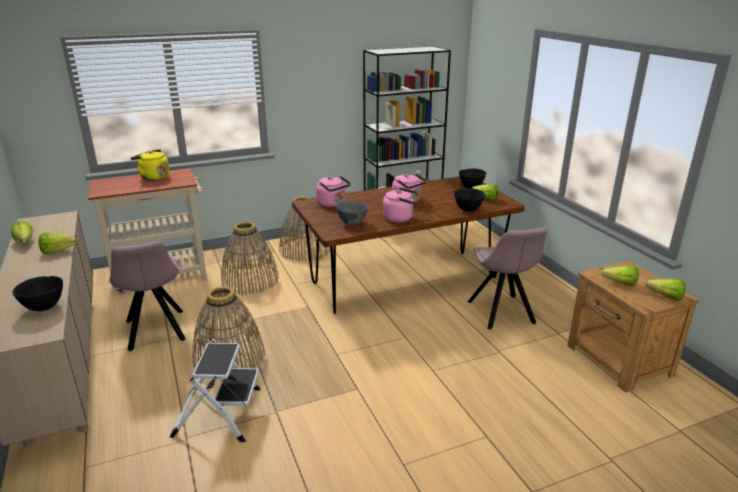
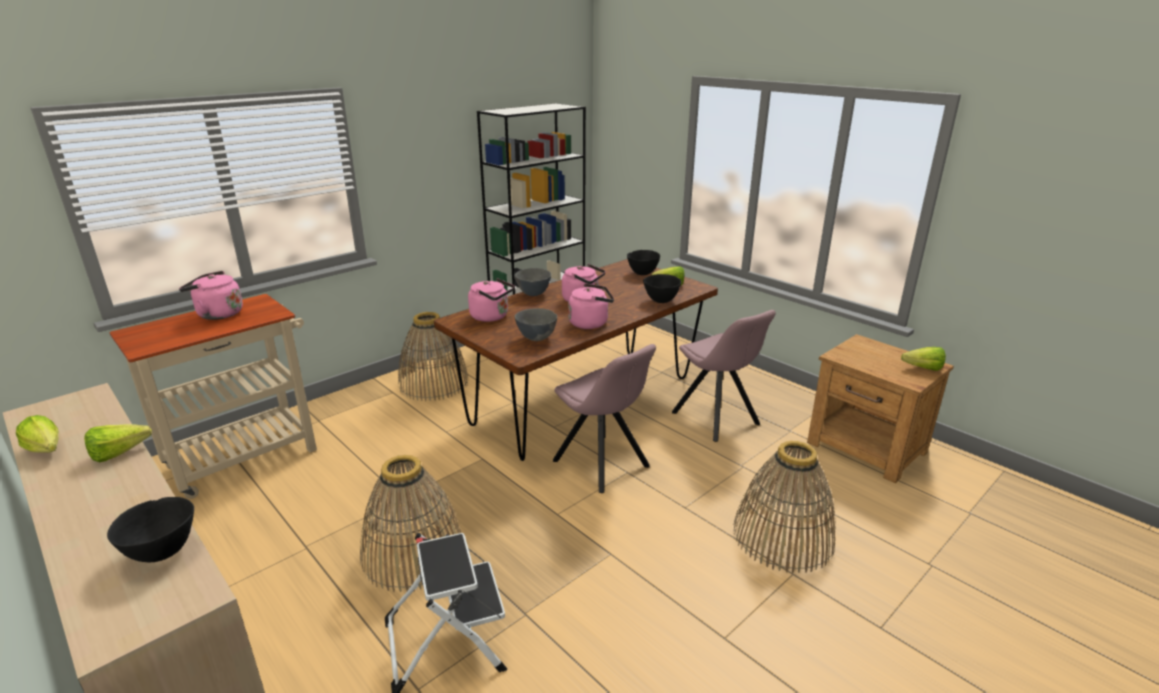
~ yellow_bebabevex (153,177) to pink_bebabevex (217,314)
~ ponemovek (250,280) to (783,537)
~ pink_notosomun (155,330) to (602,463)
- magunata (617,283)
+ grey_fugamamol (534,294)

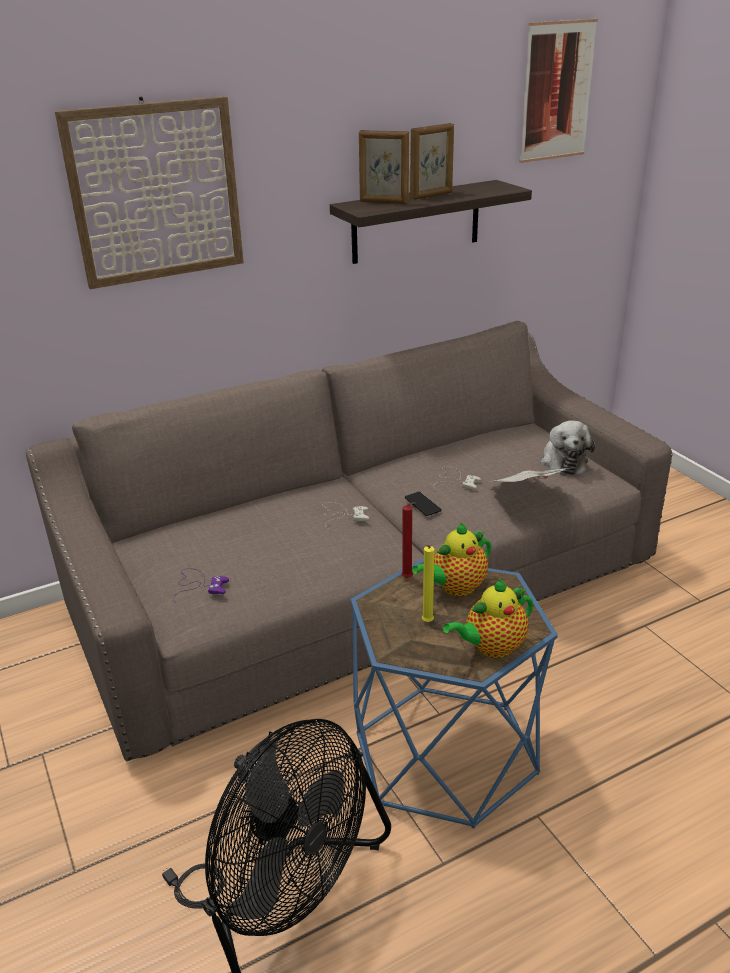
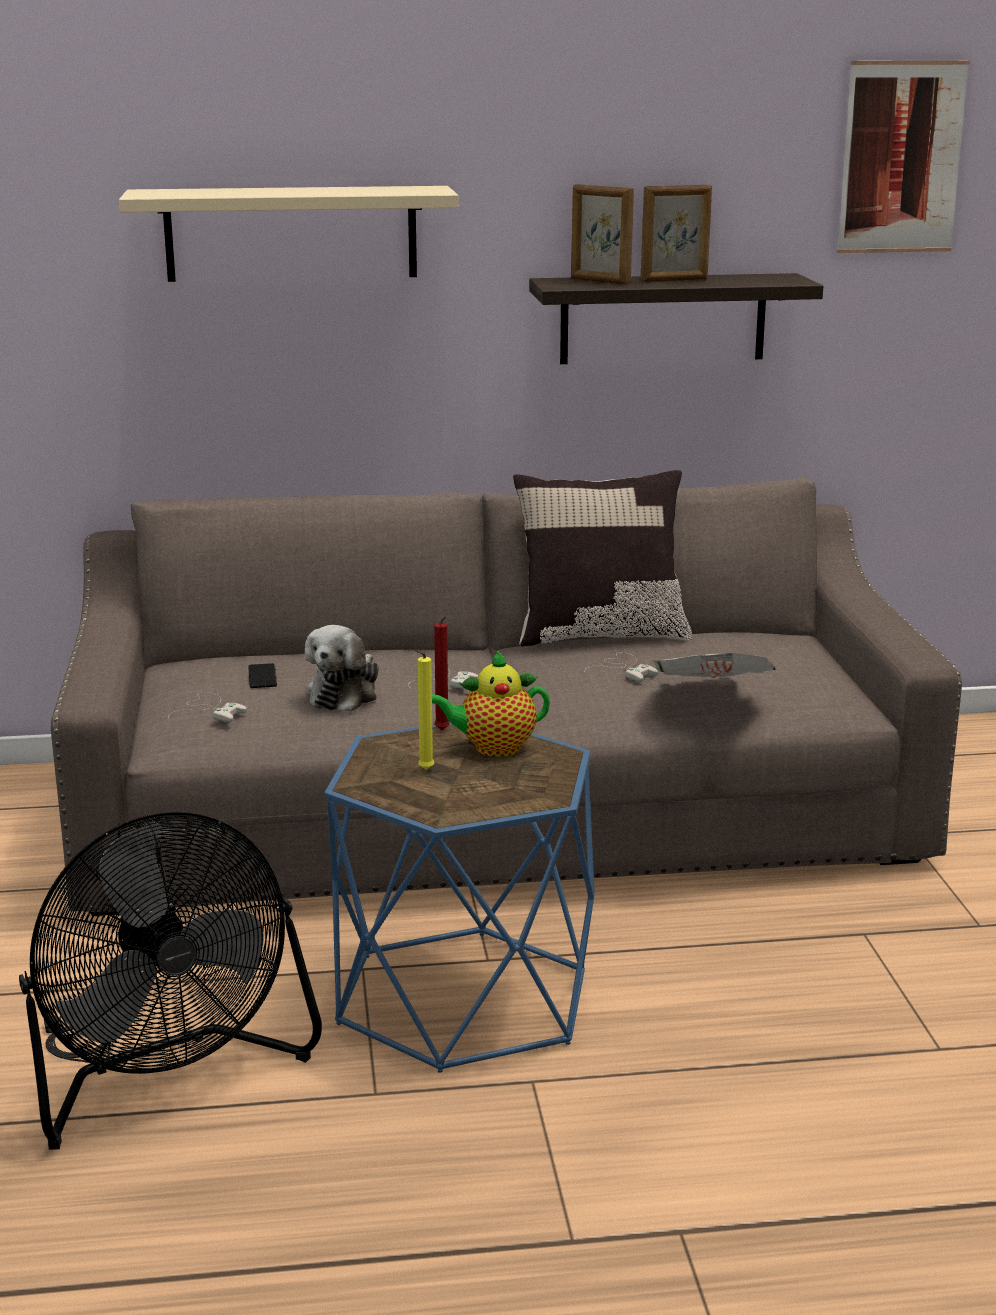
~ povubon (155,189) to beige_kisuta (291,233)
~ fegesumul (563,461) to (345,694)
~ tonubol (422,504) to (262,677)
~ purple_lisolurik (199,585) to white_lisolurik (209,710)
- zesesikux (491,647)
+ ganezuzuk (601,636)

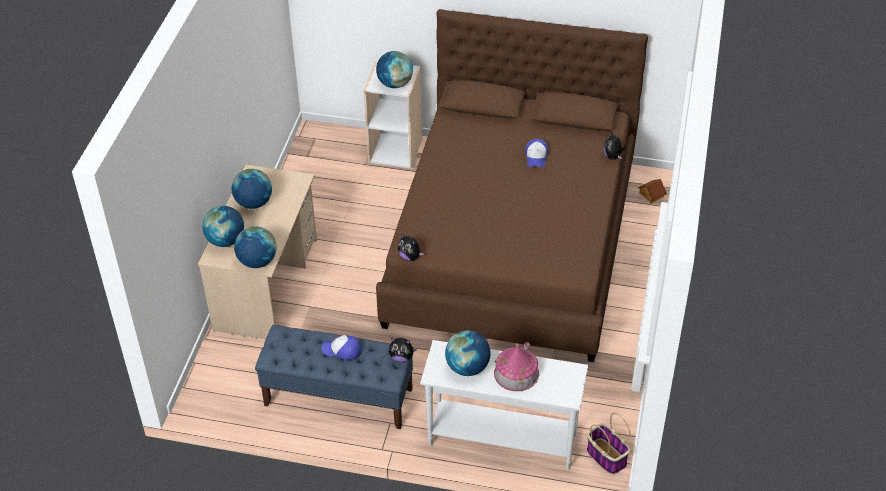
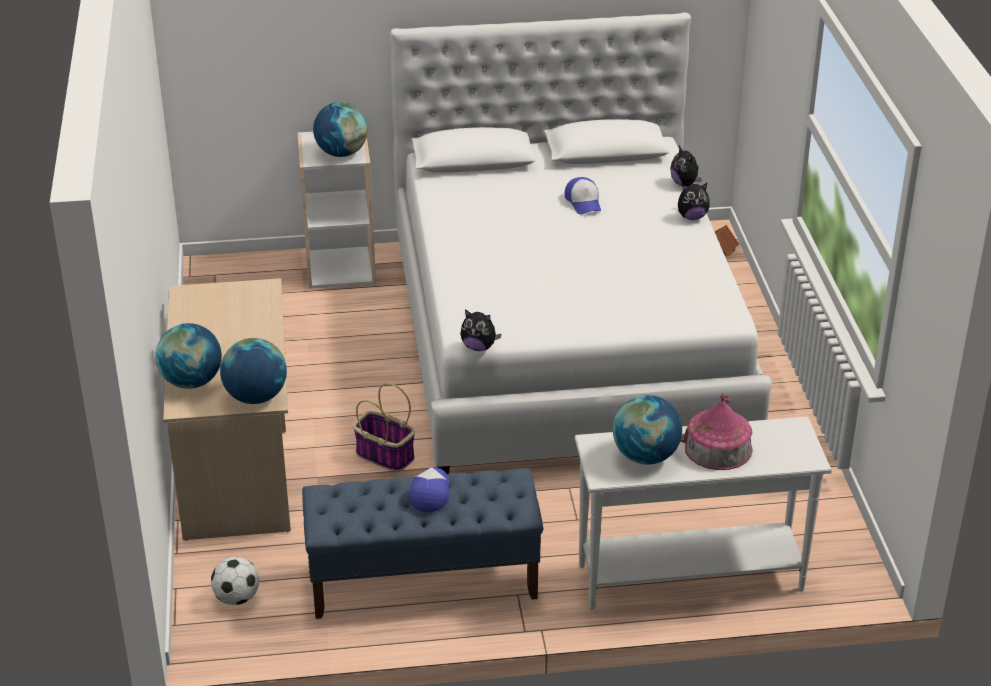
~ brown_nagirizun (512,243) to white_nagirizun (566,342)
- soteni (253,203)
~ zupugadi (342,350) = (430,493) 105 degrees clockwise
~ fegesumul (402,357) to (692,217)
~ ponemovek (605,456) to (383,455)
+ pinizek (236,598)

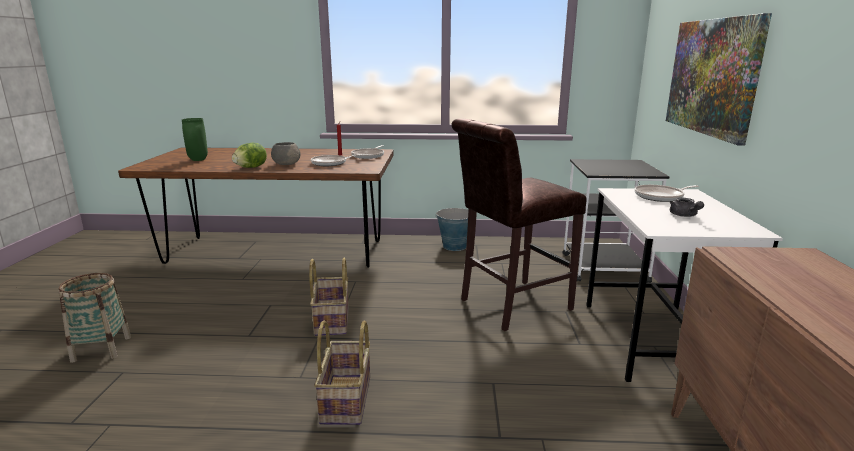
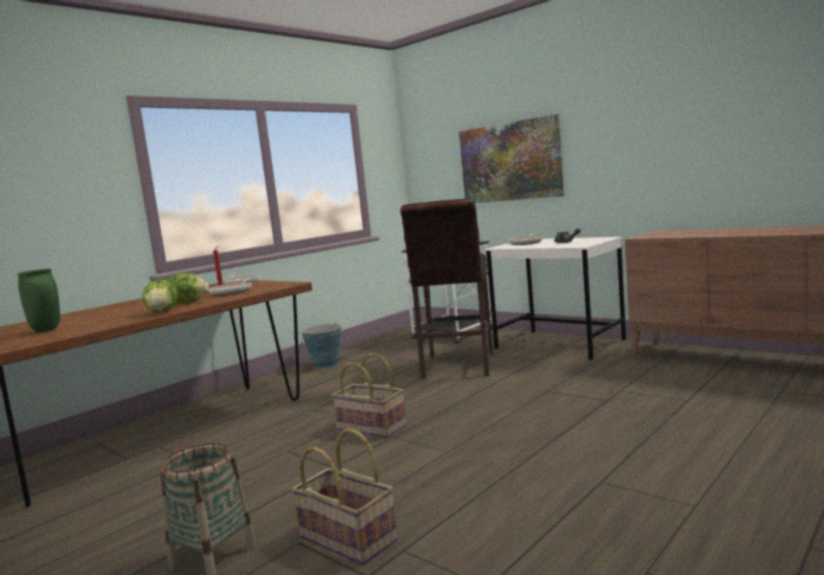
~ grey_fugamamol (286,164) to magunata (188,303)
~ ponemovek (347,400) to (349,538)

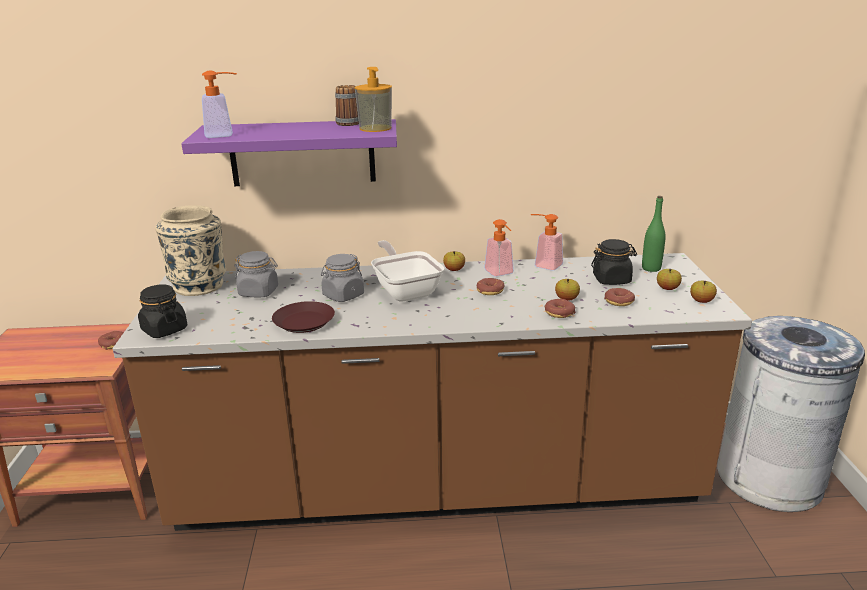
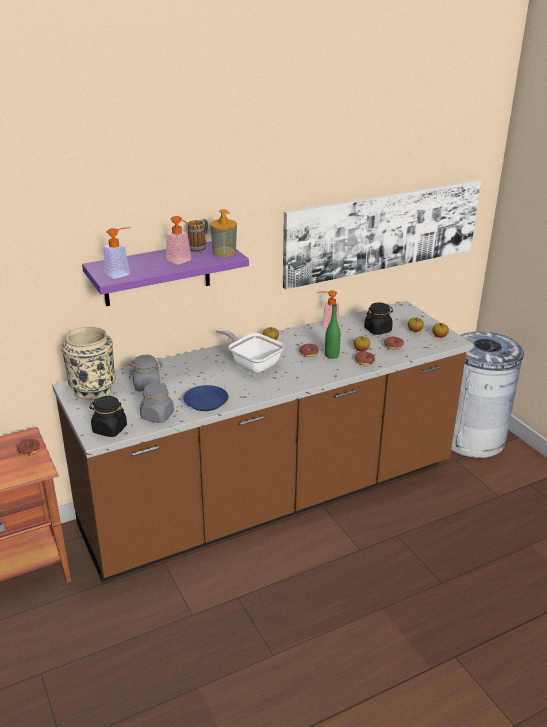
~ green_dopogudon (651,268) to (331,355)
~ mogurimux (501,273) to (181,261)
~ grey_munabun (343,295) to (157,416)
~ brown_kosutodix (304,322) to blue_kosutodix (206,402)
+ povubon (383,231)

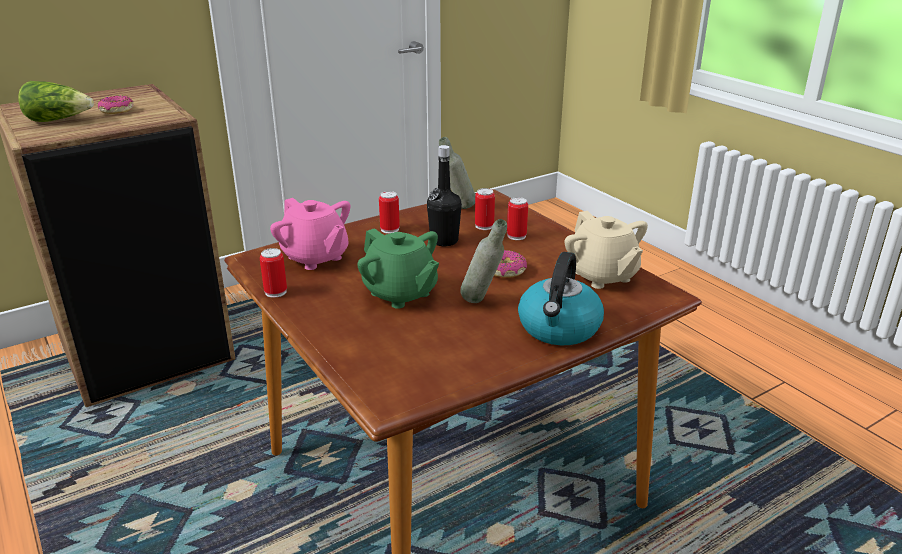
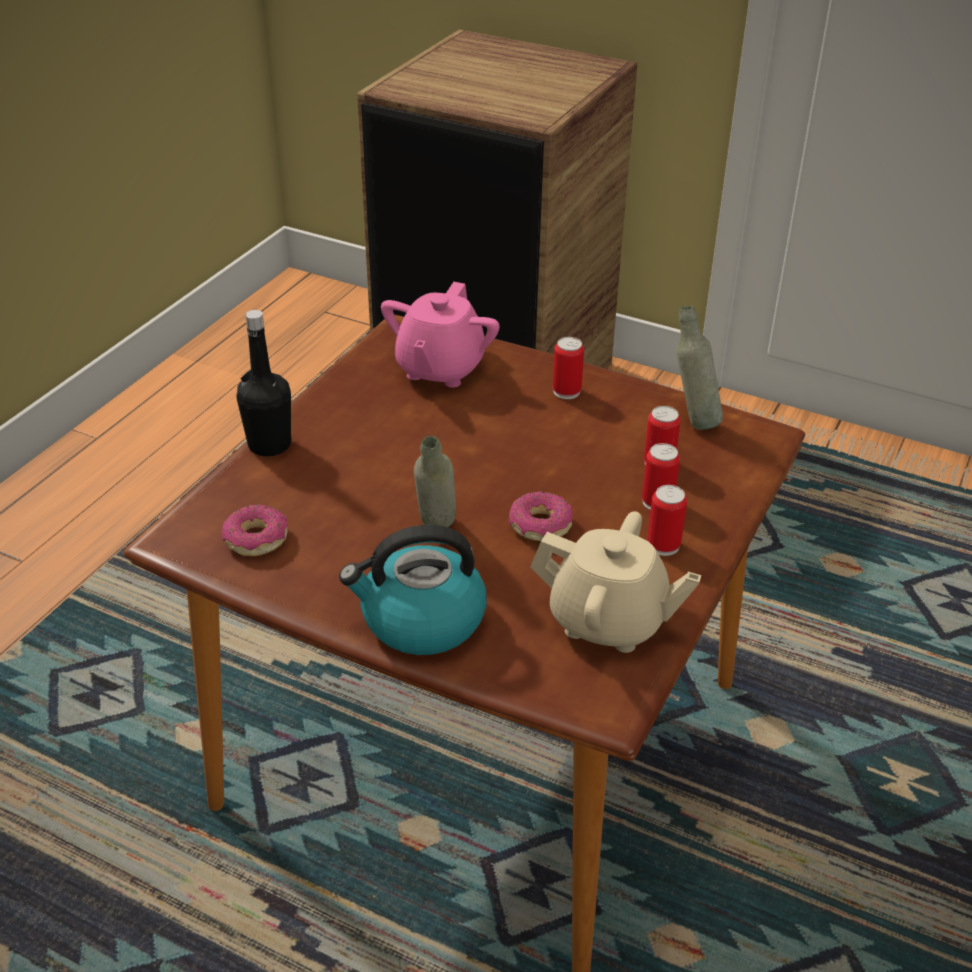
- magunata (59,120)
~ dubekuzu (116,111) to (256,539)
~ black_dopogudon (444,241) to (269,445)
~ beige_zesesikux (602,276) = (608,621) 105 degrees counterclockwise
- green_zesesikux (400,293)
~ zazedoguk (275,292) to (663,545)

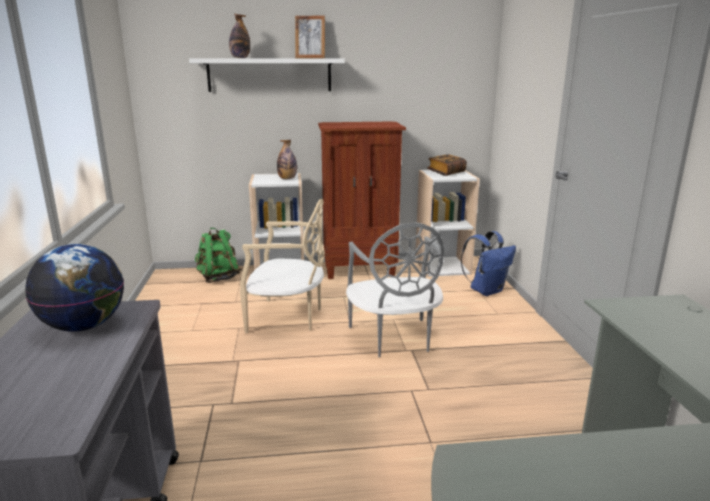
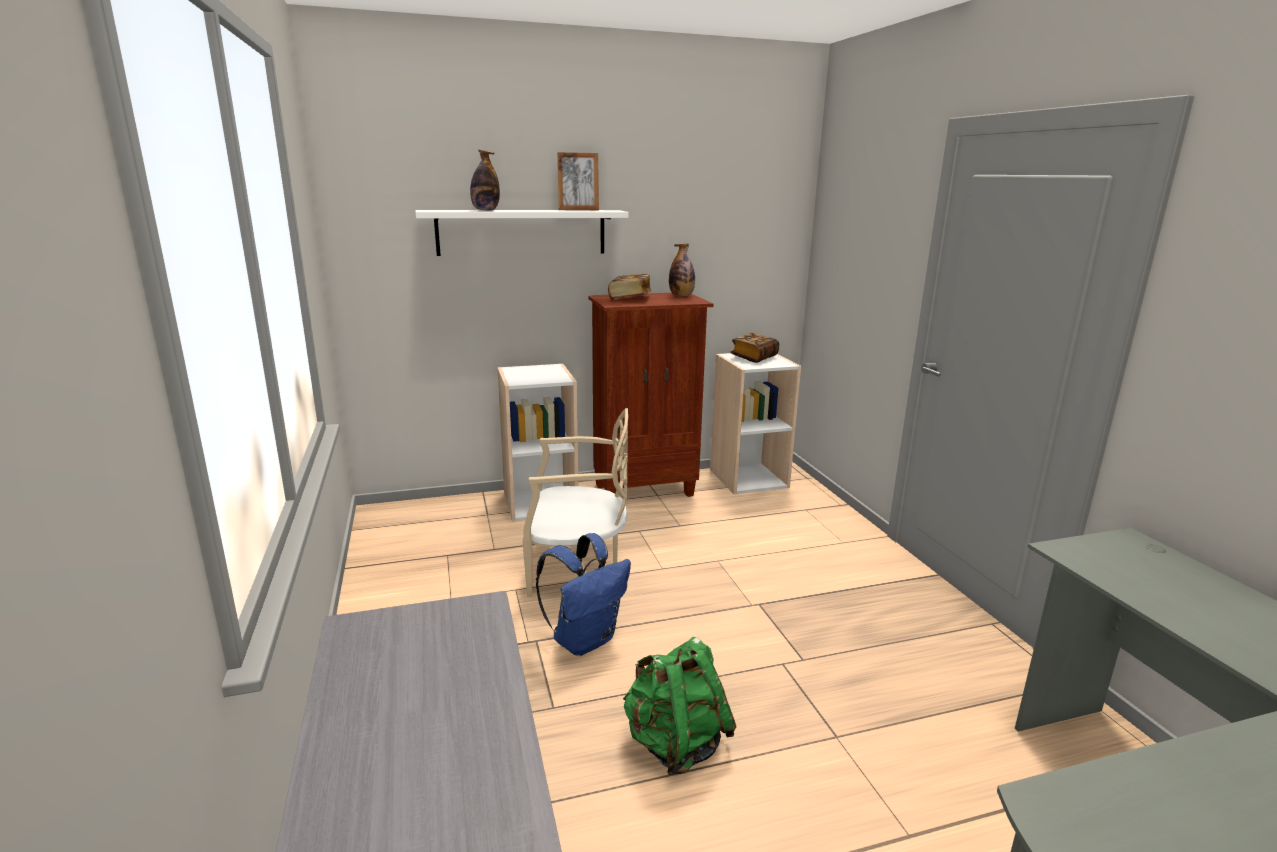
~ dopogudon (287,179) to (681,296)
- grey_notosomun (394,338)
~ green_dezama (218,278) to (675,744)
~ blue_dezama (486,290) to (585,639)
- soteni (84,326)
+ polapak (630,298)

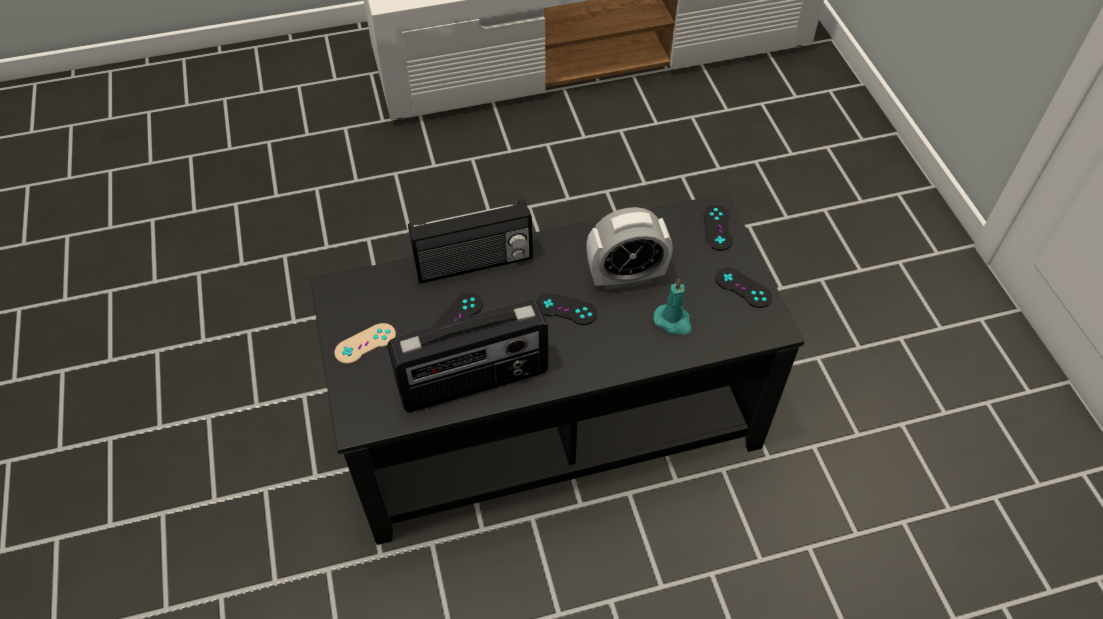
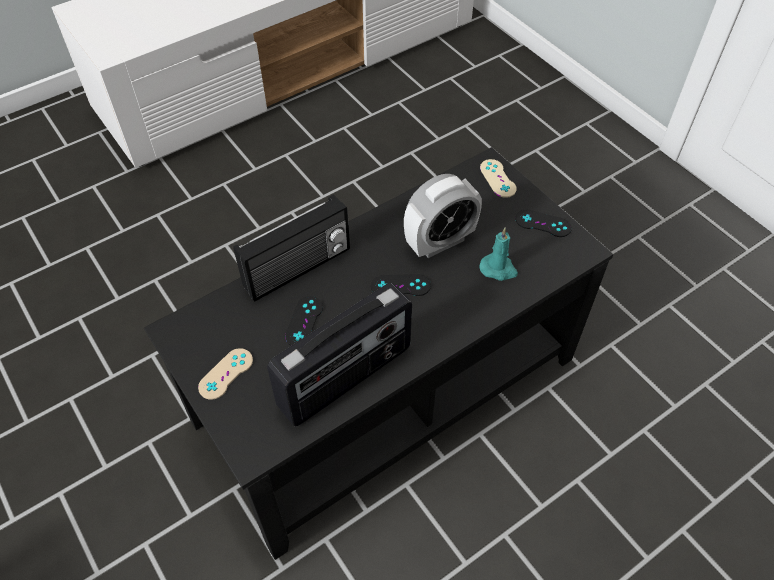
~ black_lisolurik (717,228) to beige_lisolurik (497,178)

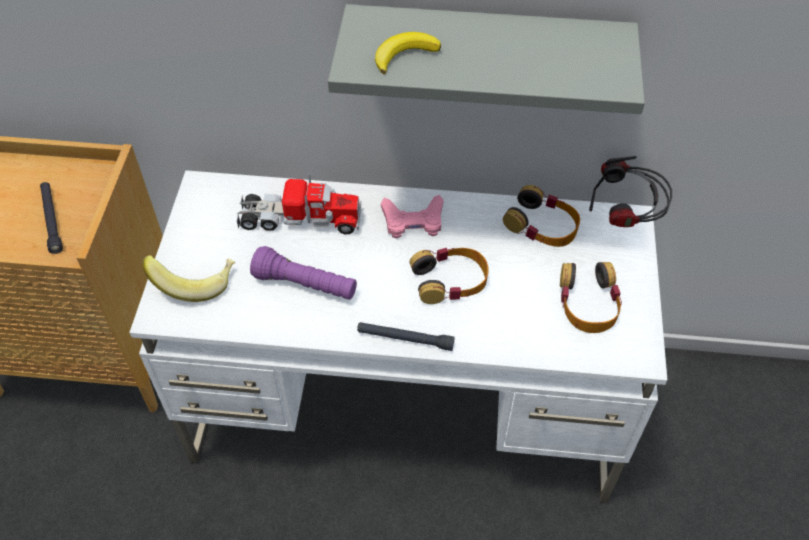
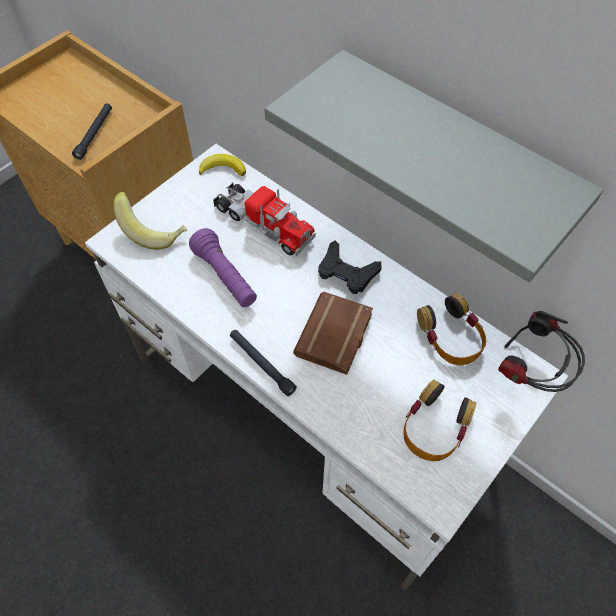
~ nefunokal (404,55) to (223,168)
~ pink_lisolurik (413,221) to black_lisolurik (346,272)
~ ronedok (450,280) to brown_polapak (335,337)

